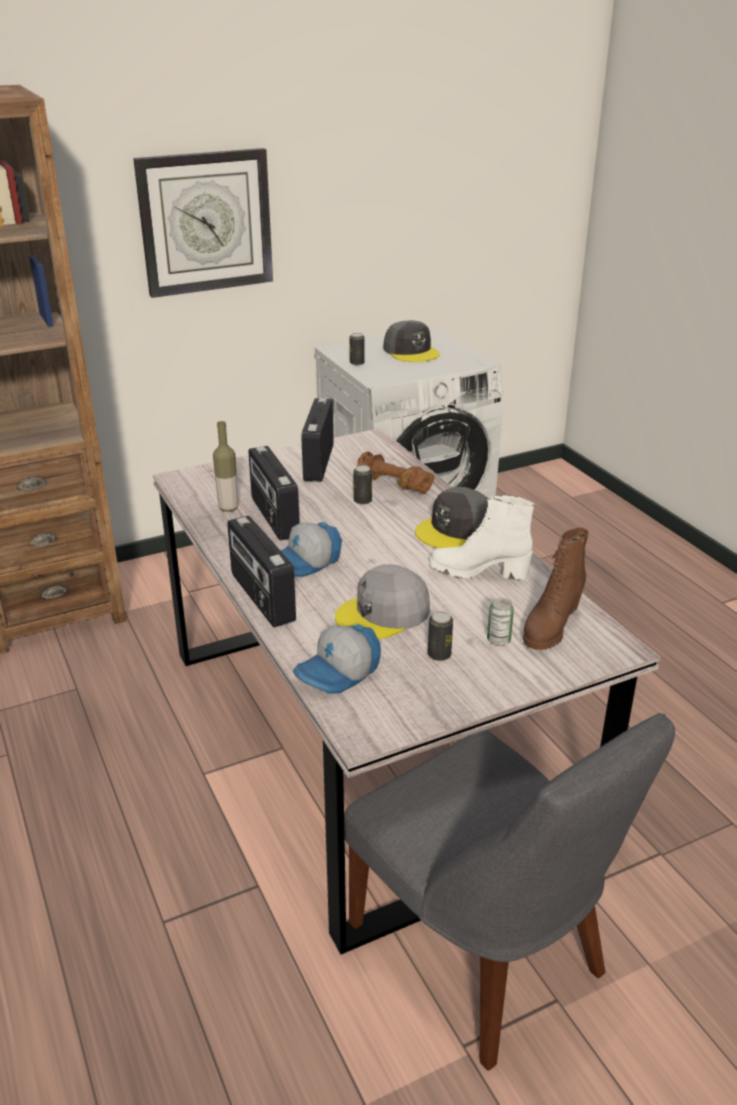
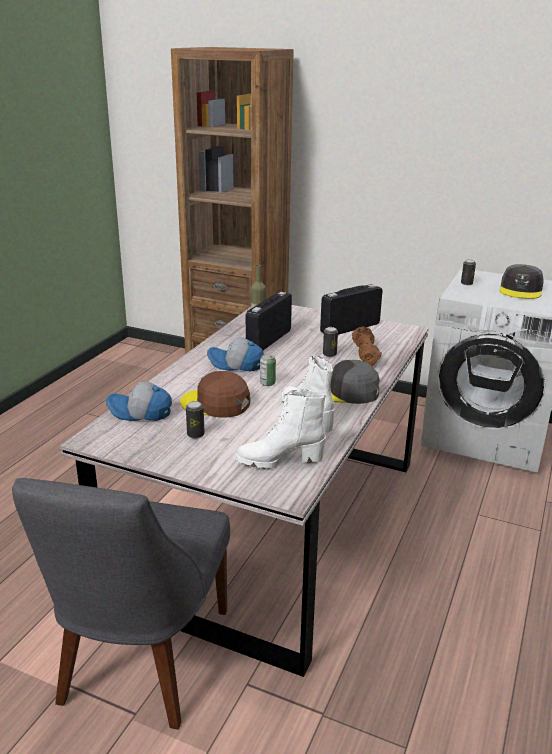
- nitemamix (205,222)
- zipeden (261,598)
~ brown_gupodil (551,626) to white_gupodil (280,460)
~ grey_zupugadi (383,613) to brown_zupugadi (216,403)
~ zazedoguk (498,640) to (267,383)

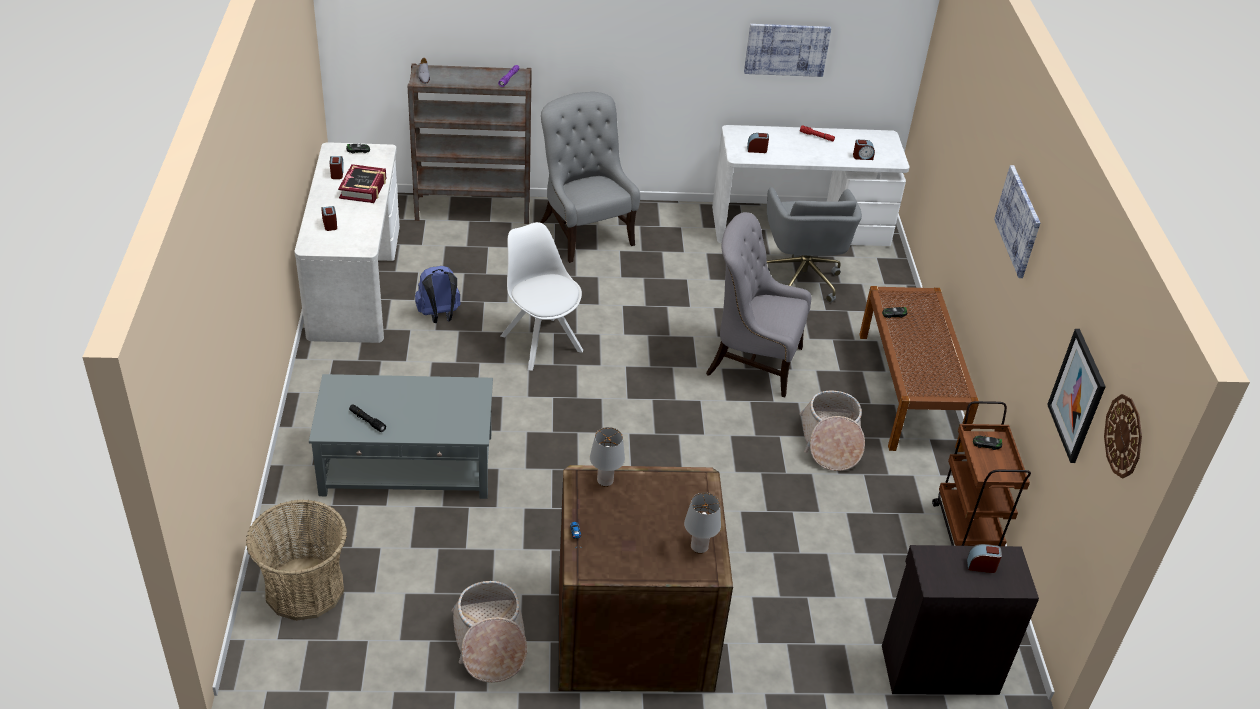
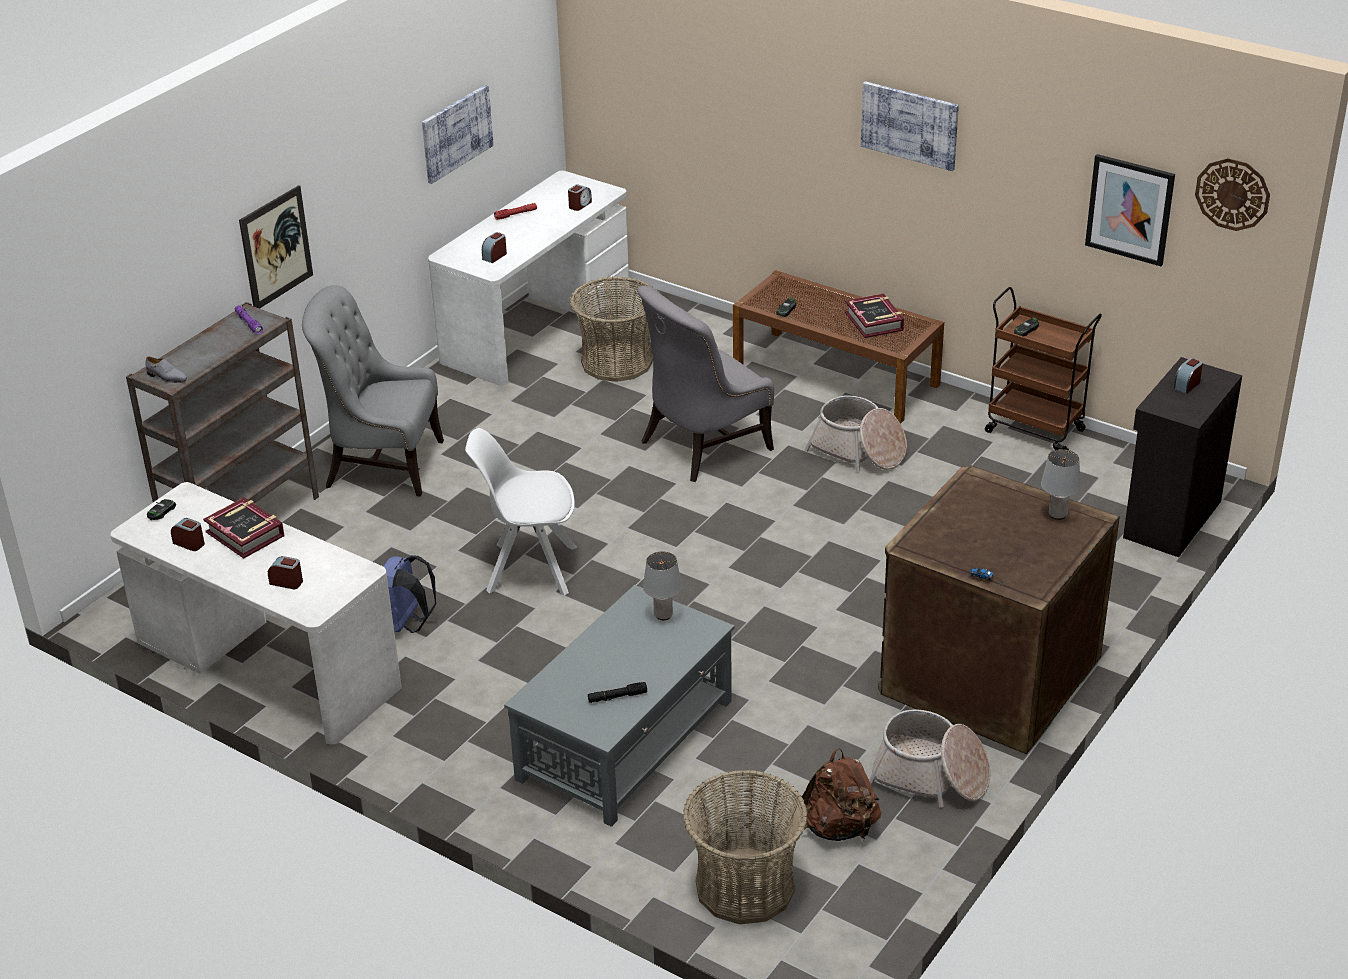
~ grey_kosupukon (801,279) to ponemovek (617,362)
~ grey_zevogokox (605,481) to (662,615)
+ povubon (276,247)
+ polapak (874,321)
+ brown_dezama (839,828)

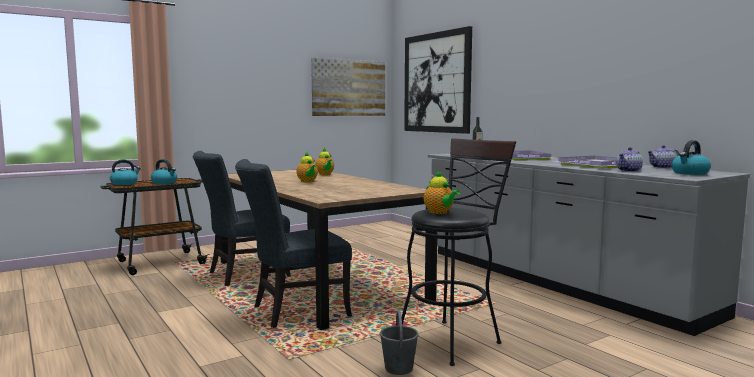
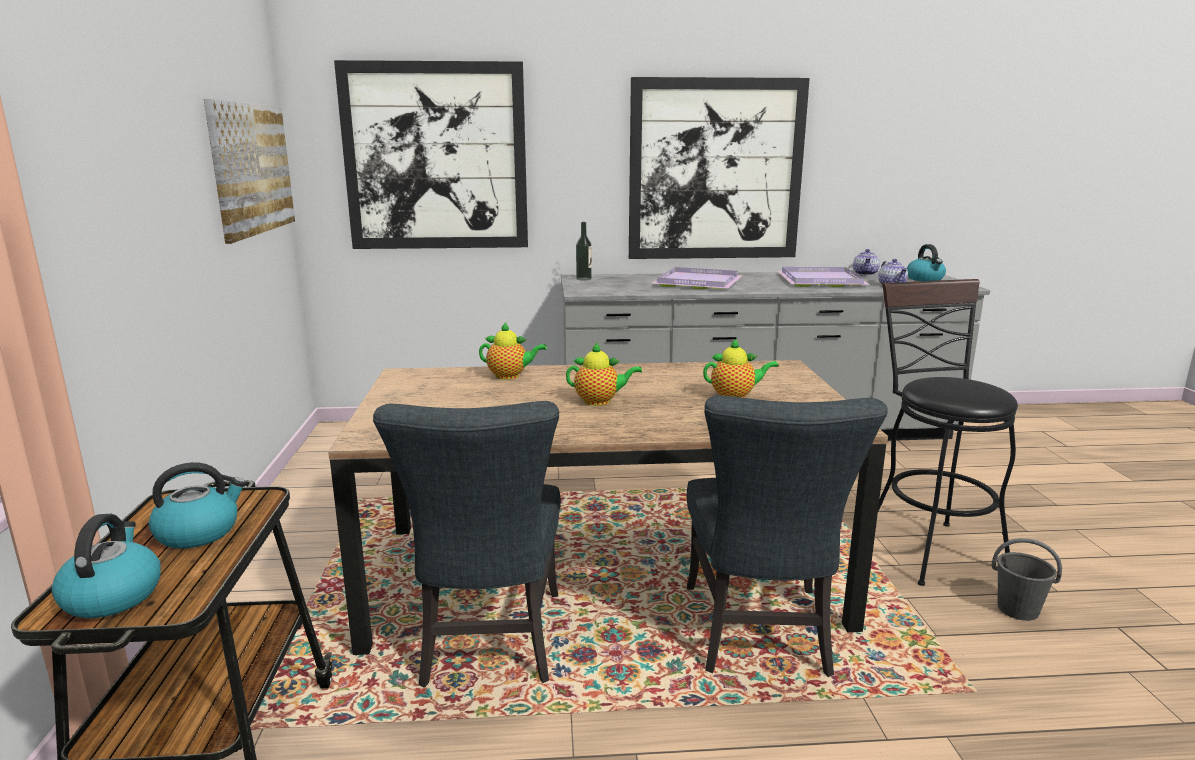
~ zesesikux (439,212) to (735,396)
+ povubon (715,170)

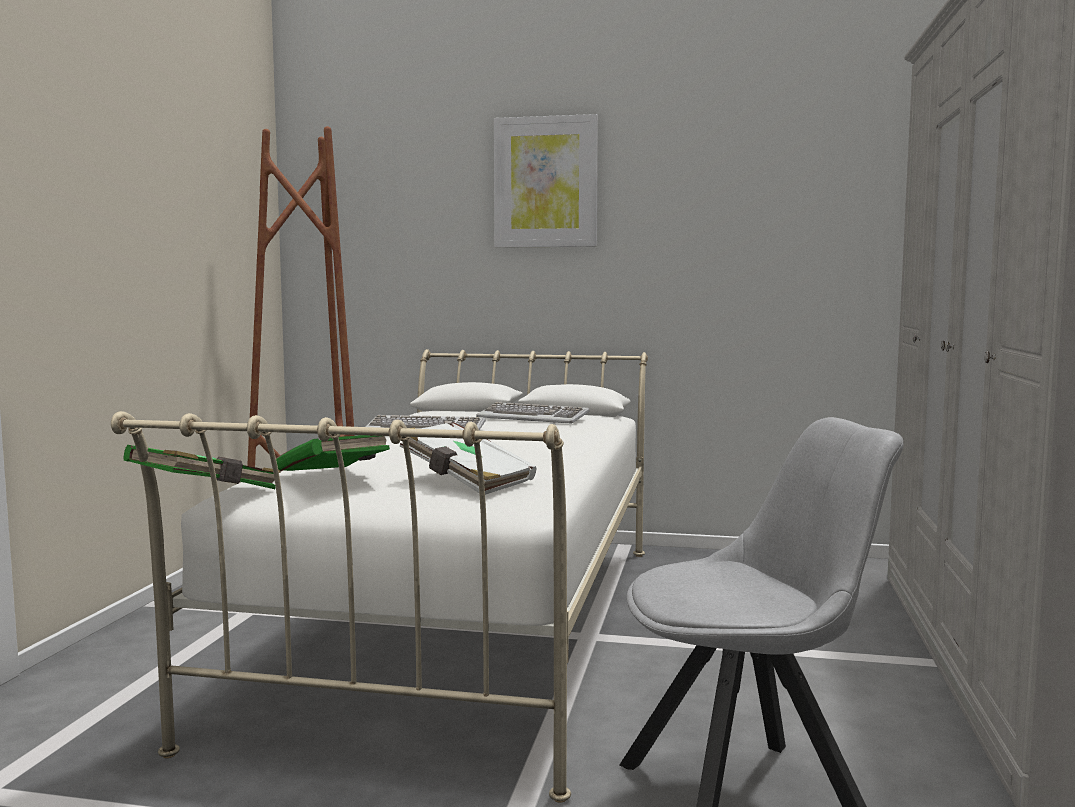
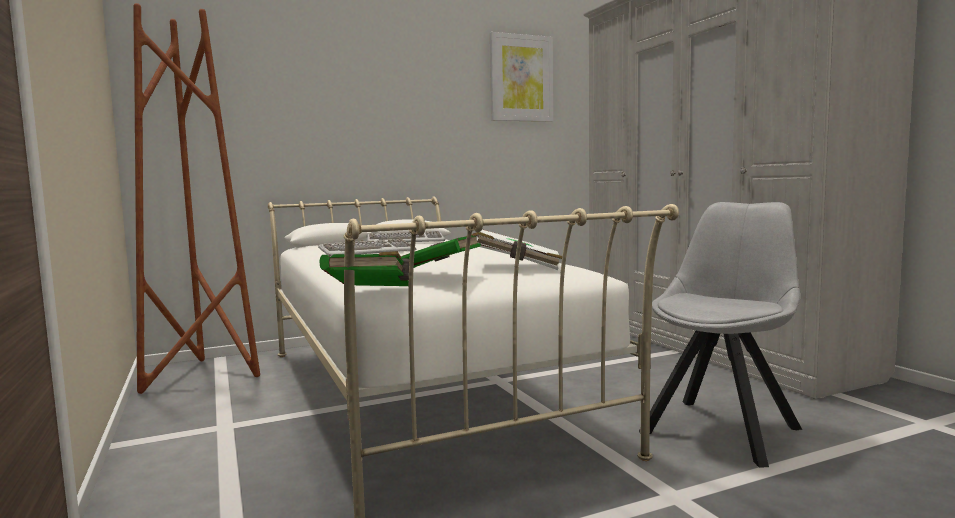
~ povubon (545,182) to (521,78)

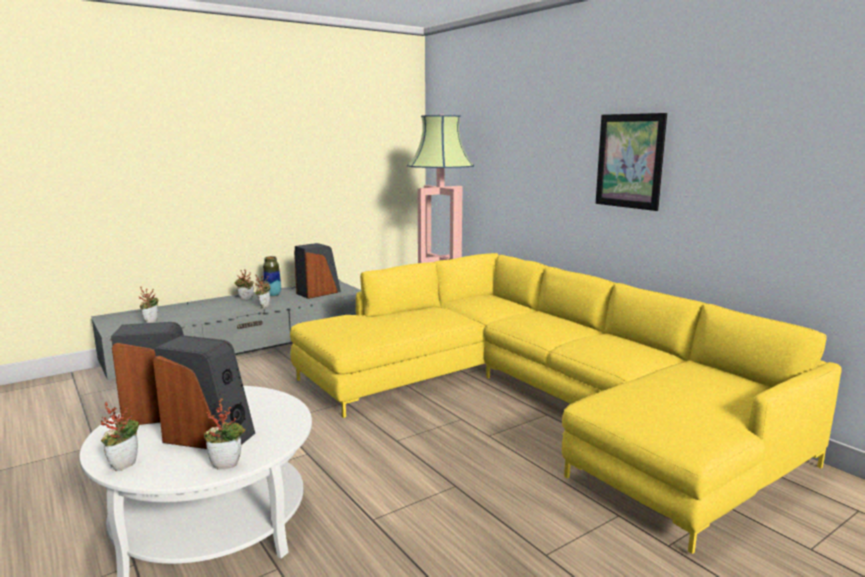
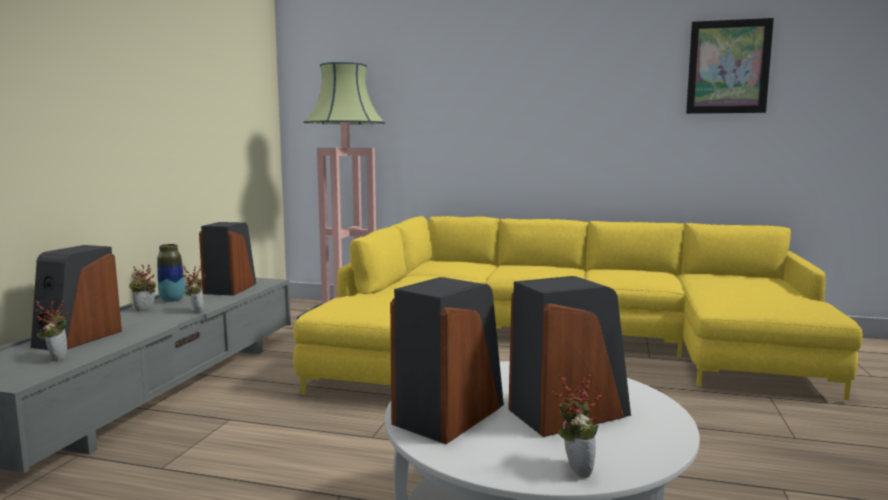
~ povubon (629,161) to (728,67)
- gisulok (227,464)
+ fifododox (77,338)

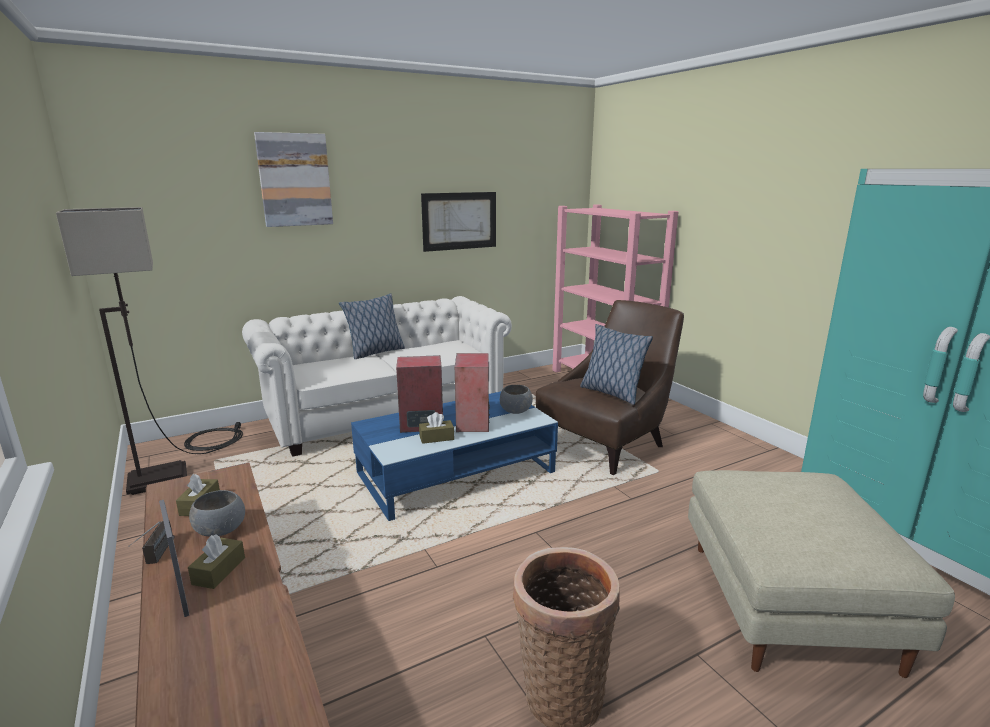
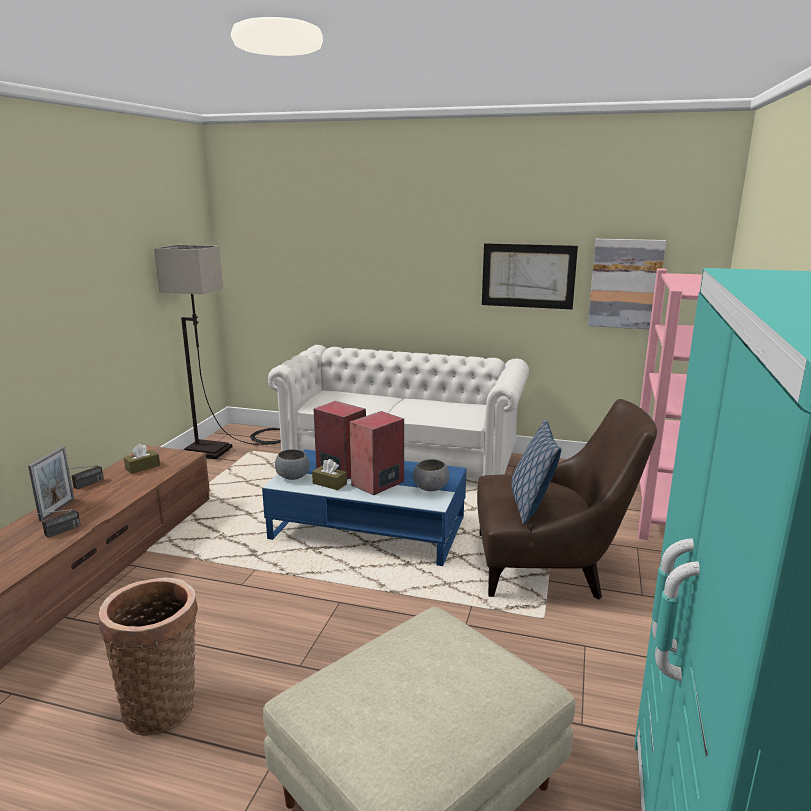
~ povubon (295,180) to (625,284)
- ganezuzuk (375,353)
~ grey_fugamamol (221,530) to (293,477)
- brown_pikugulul (219,571)
+ zipeden (54,534)

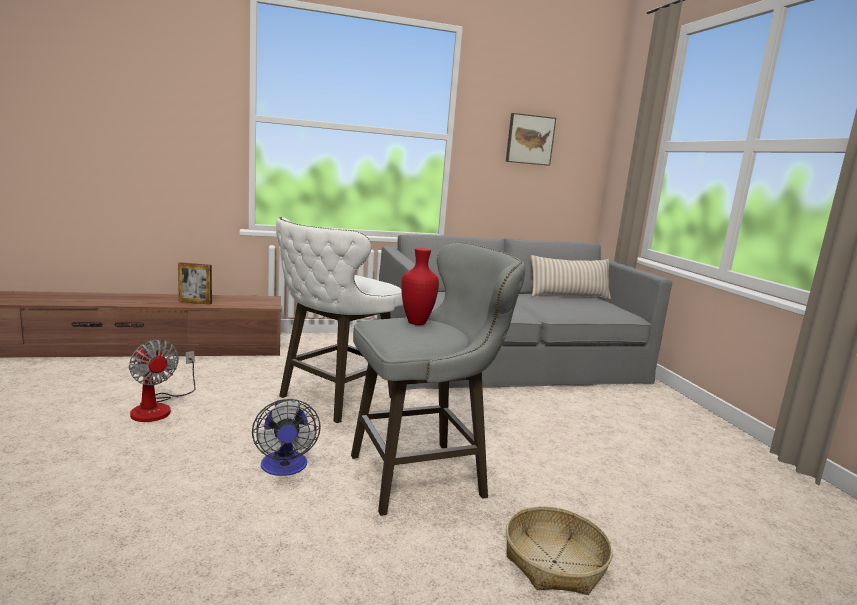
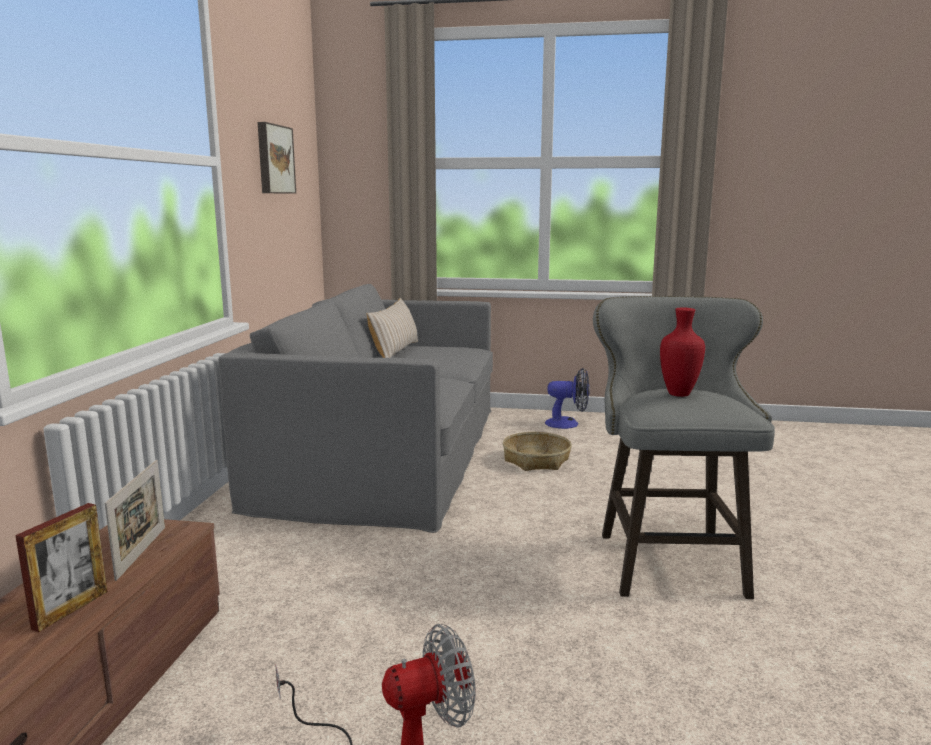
- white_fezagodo (334,398)
~ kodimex (284,468) to (568,424)
~ ponemovek (555,562) to (536,460)
+ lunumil (141,552)

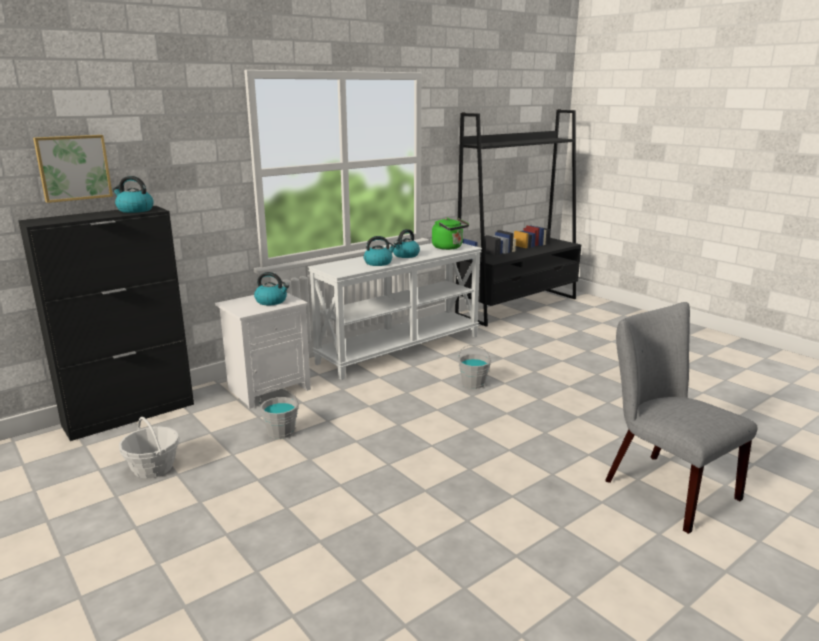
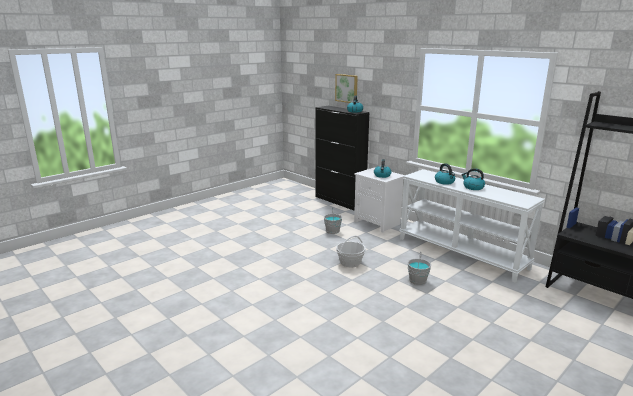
- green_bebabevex (449,247)
- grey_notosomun (662,486)
~ ponemovek (153,468) to (350,262)

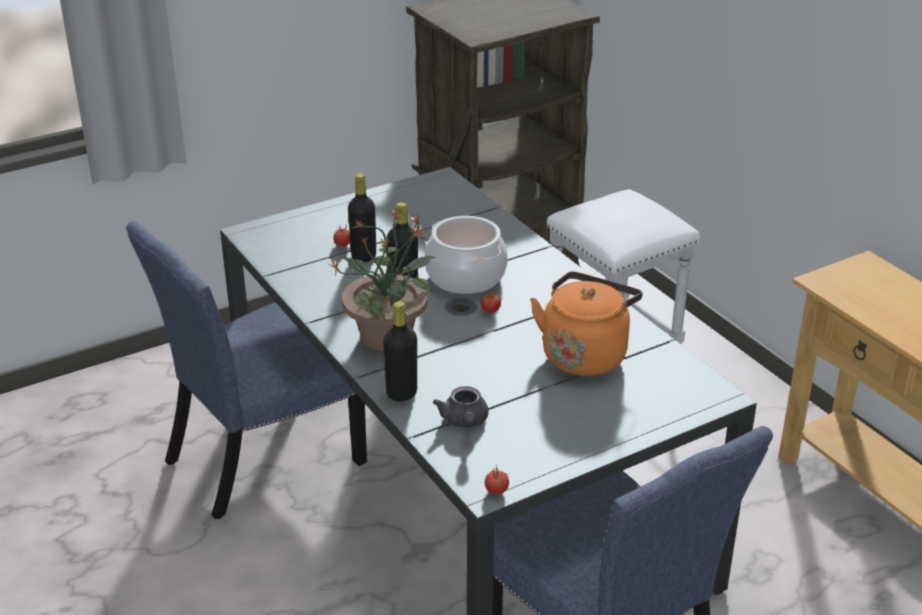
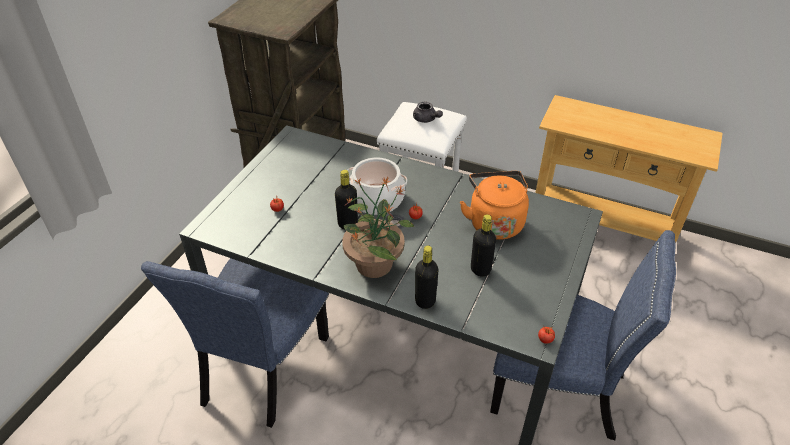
~ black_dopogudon (363,256) to (480,269)
~ grey_zesesikux (464,422) to (426,119)

